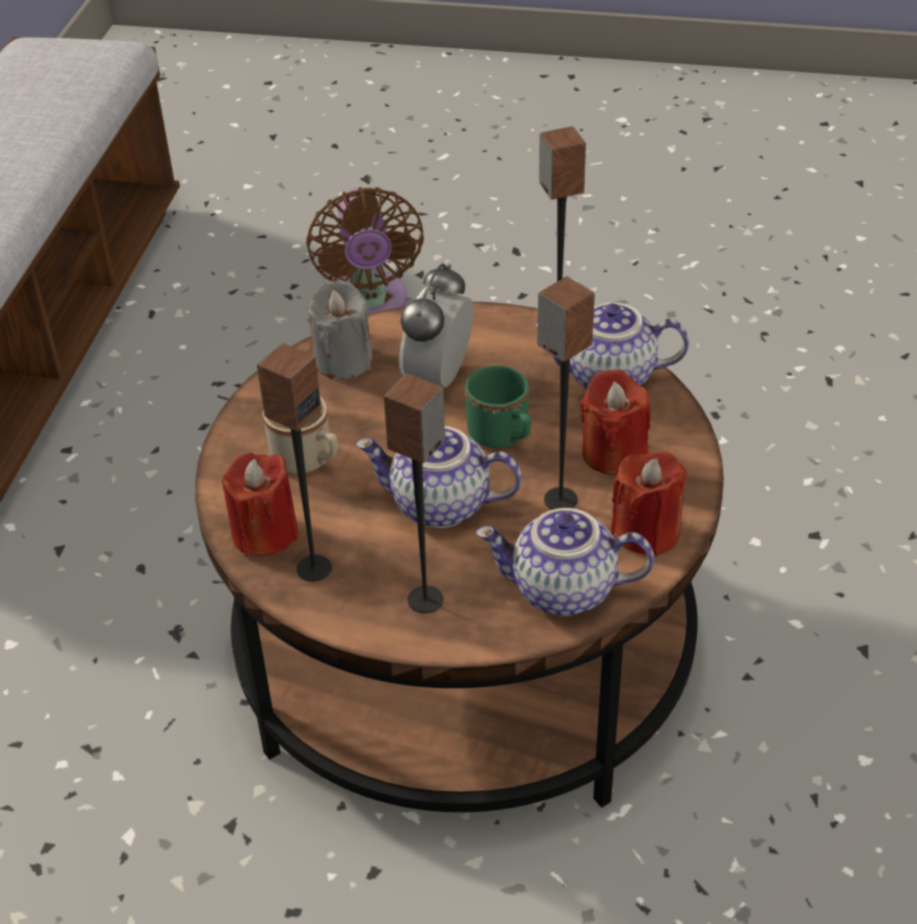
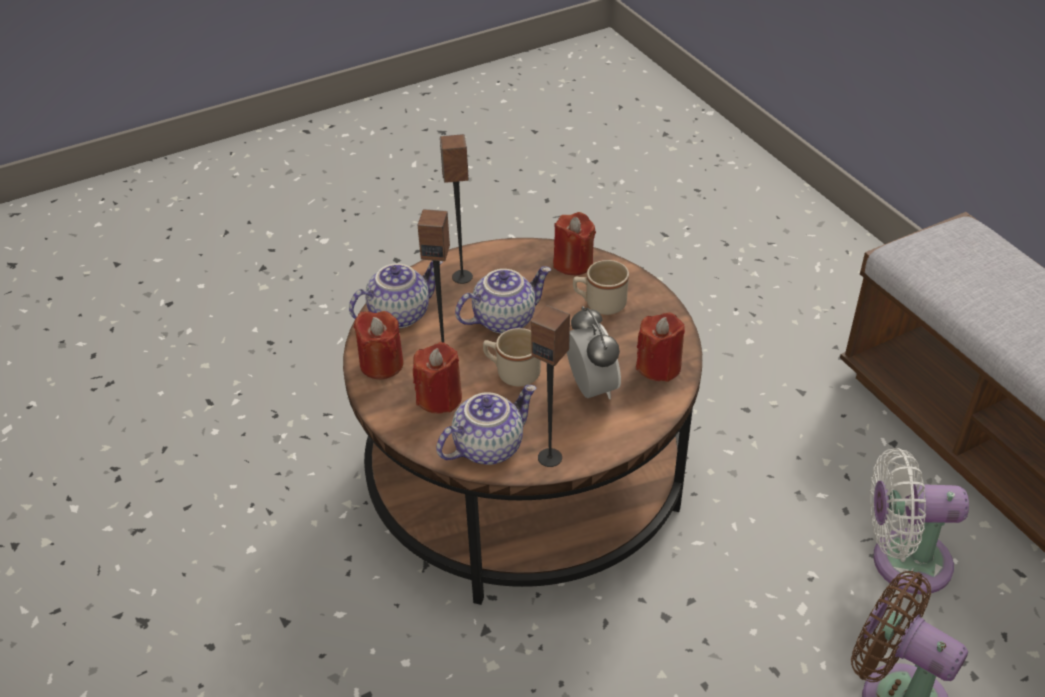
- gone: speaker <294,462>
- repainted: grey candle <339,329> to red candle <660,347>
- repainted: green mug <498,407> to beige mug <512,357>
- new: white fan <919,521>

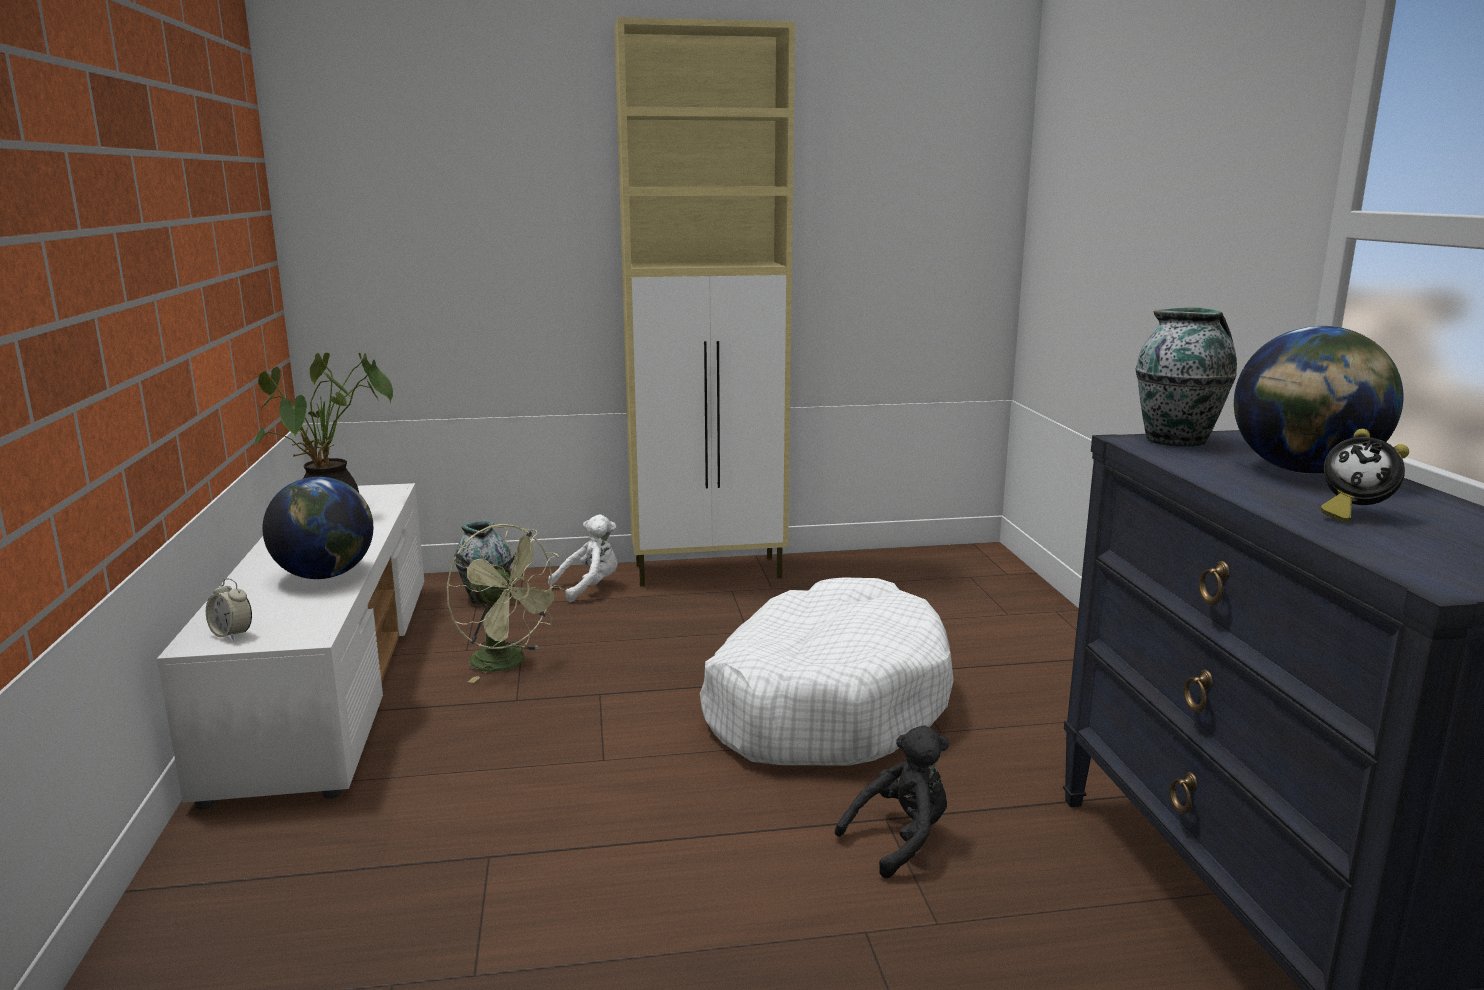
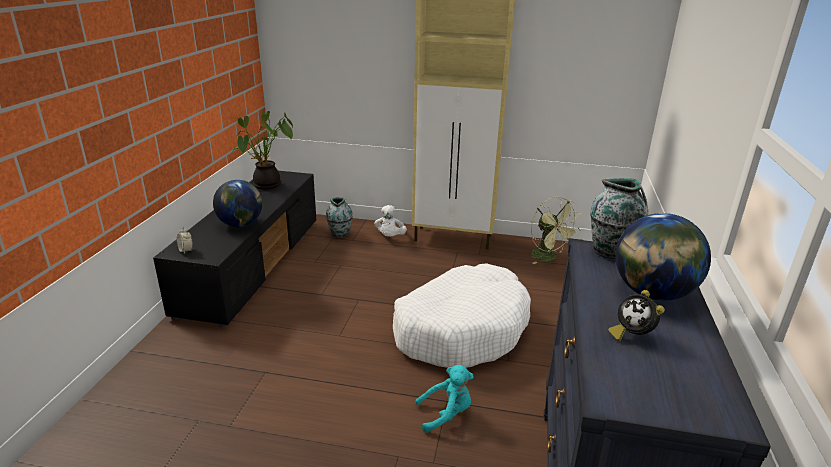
- repainted: white tv stand <290,646> to black tv stand <234,249>
- shifted: green fan <505,603> to <555,230>
- rotated: white plush toy <583,558> = <390,221> 105 degrees clockwise
- repainted: black plush toy <892,801> to turquoise plush toy <444,399>

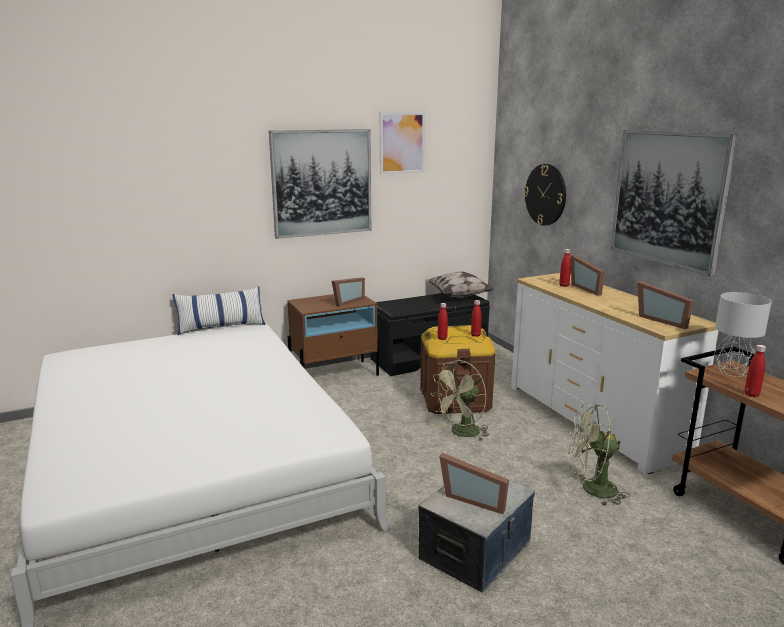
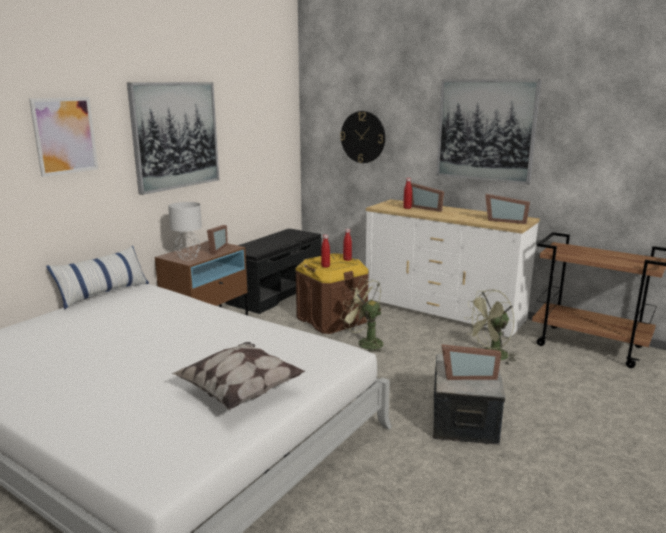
- shifted: picture <402,143> to <63,137>
- shifted: pillow <460,285> to <238,376>
- rotated: green fan <460,400> = <363,316> 105 degrees clockwise
- shifted: grey table lamp <743,334> to <185,231>
- gone: red bottle <755,371>

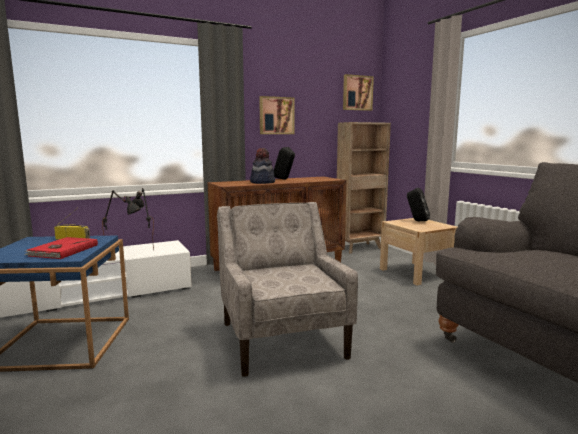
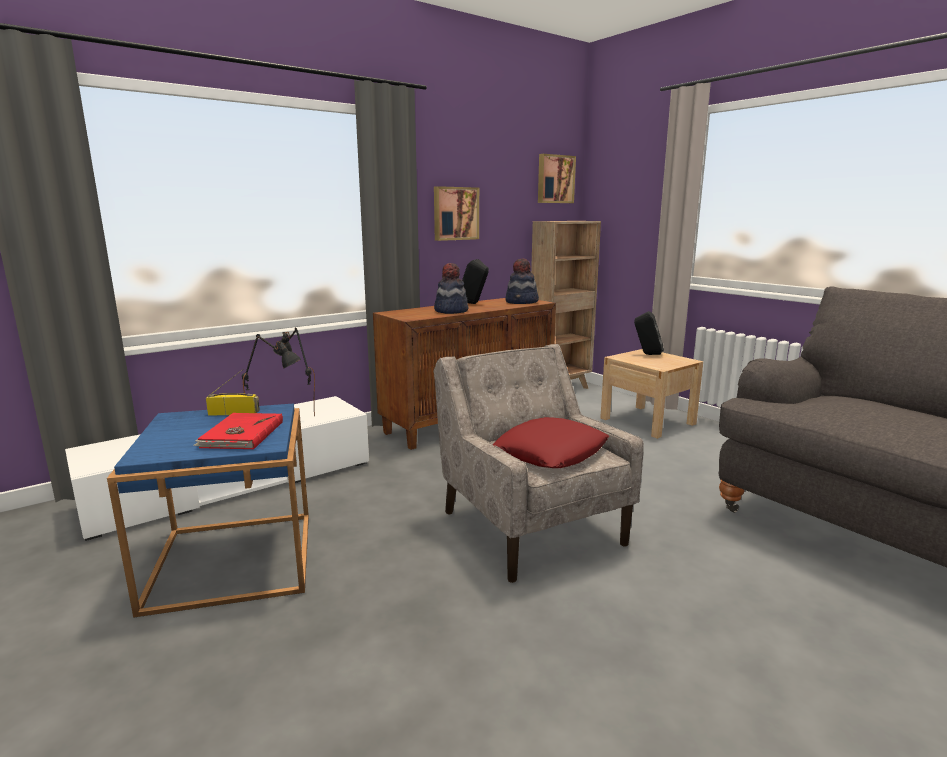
- new: red pillow <551,442>
- new: hat <522,281>

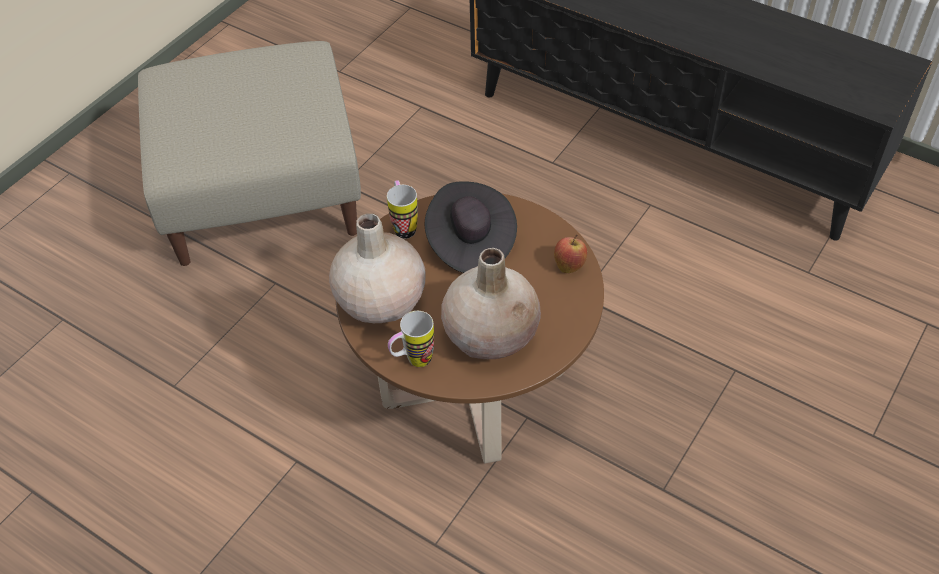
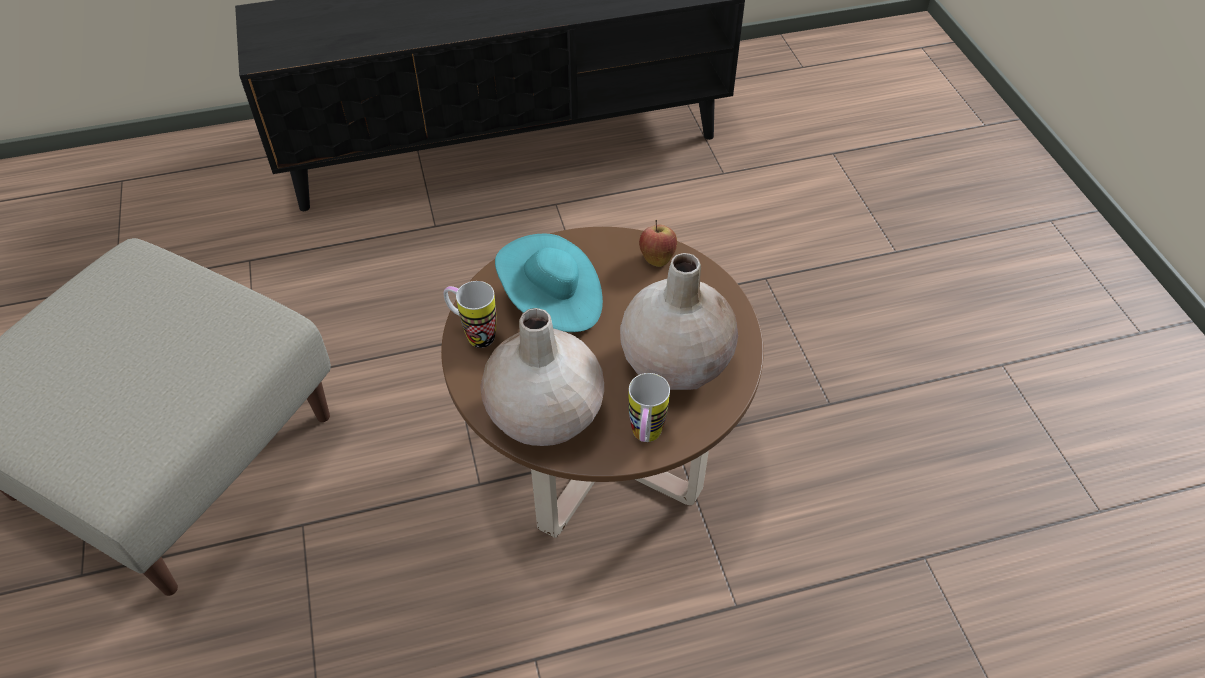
- repainted: black hat <471,227> to turquoise hat <549,282>

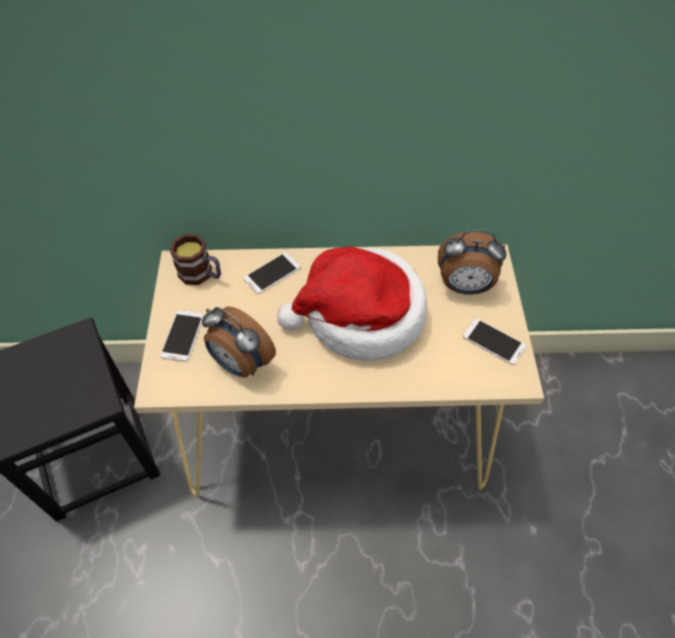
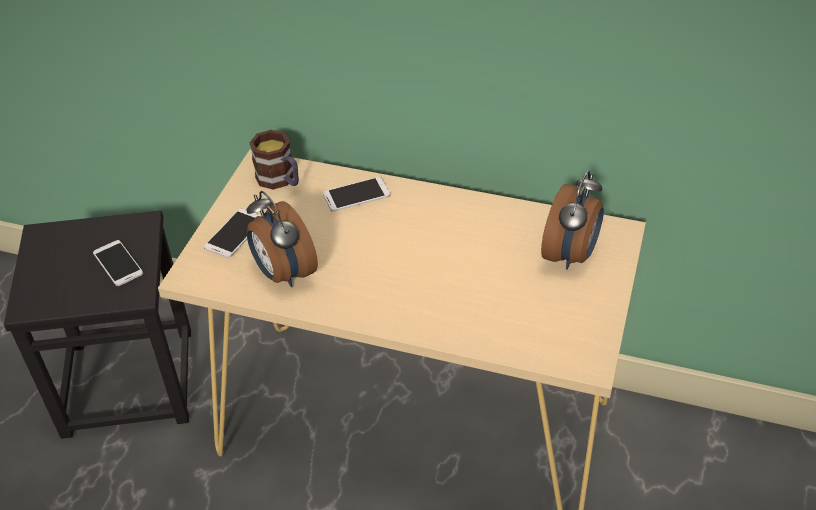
- gone: hat <352,303>
- rotated: alarm clock <472,262> = <572,220> 90 degrees counterclockwise
- shifted: phone <494,341> to <118,263>

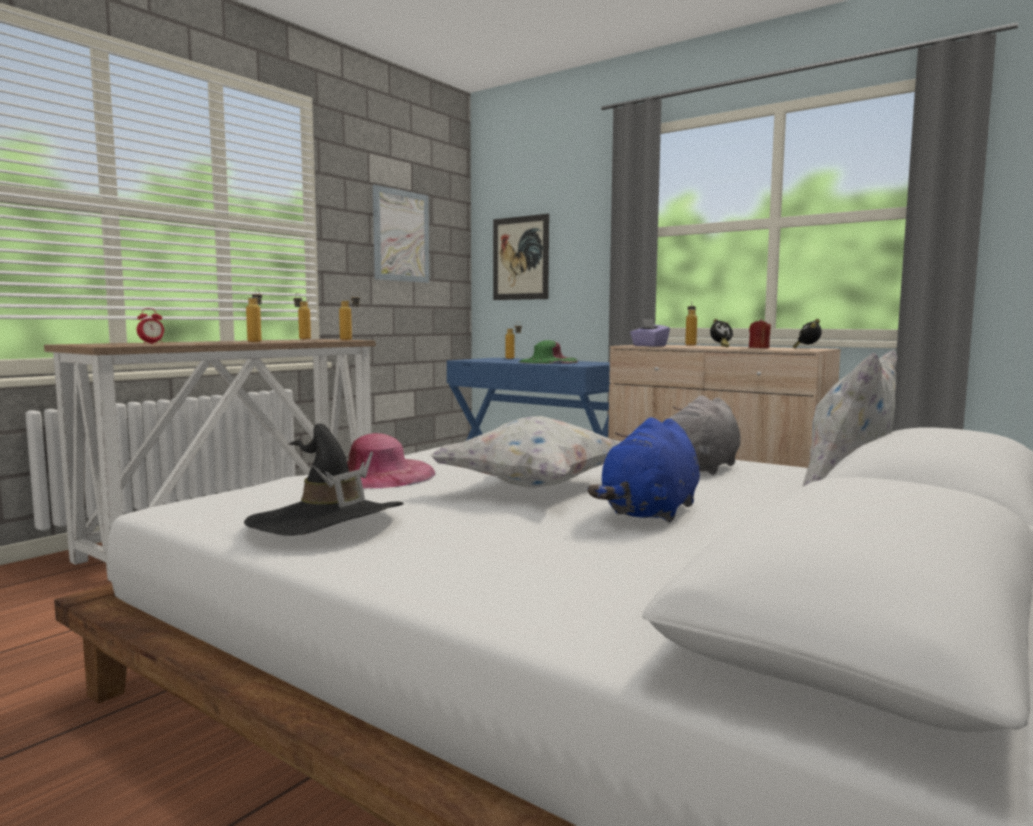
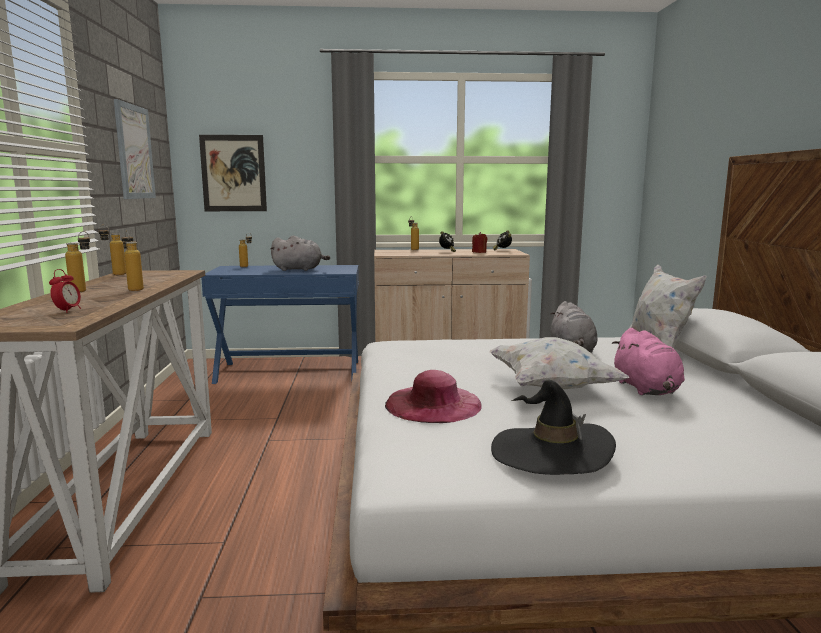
- shifted: bottle <350,316> to <77,261>
- swapped: green hat <548,352> to grey plush toy <300,253>
- repainted: blue plush toy <643,470> to pink plush toy <648,361>
- gone: purple tissue box <650,333>

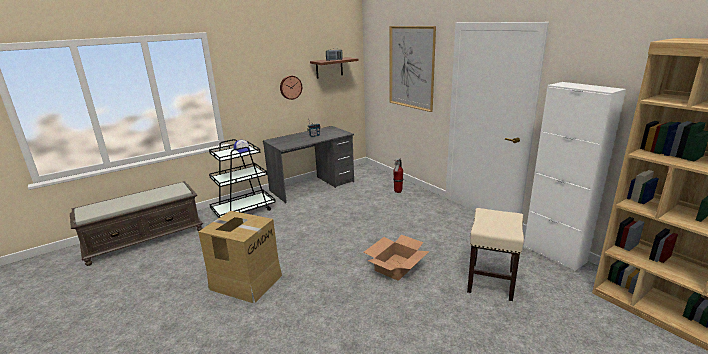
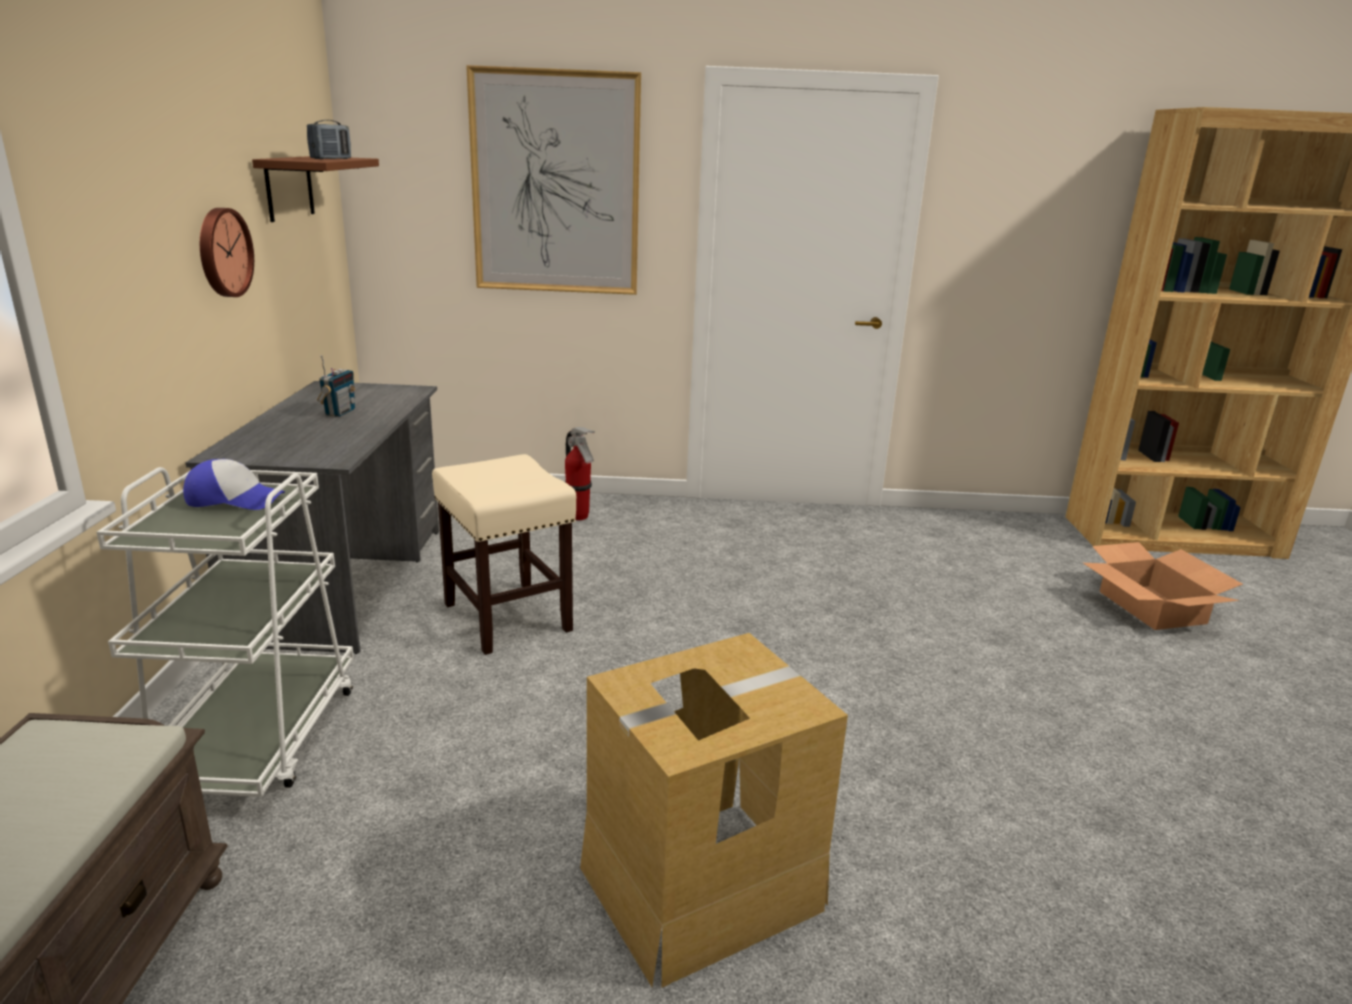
- repainted: black cart <242,178> to white cart <225,632>
- shifted: cardboard box <397,258> to <1163,586>
- shifted: beige stool <495,254> to <504,554>
- gone: white cabinet <575,176>

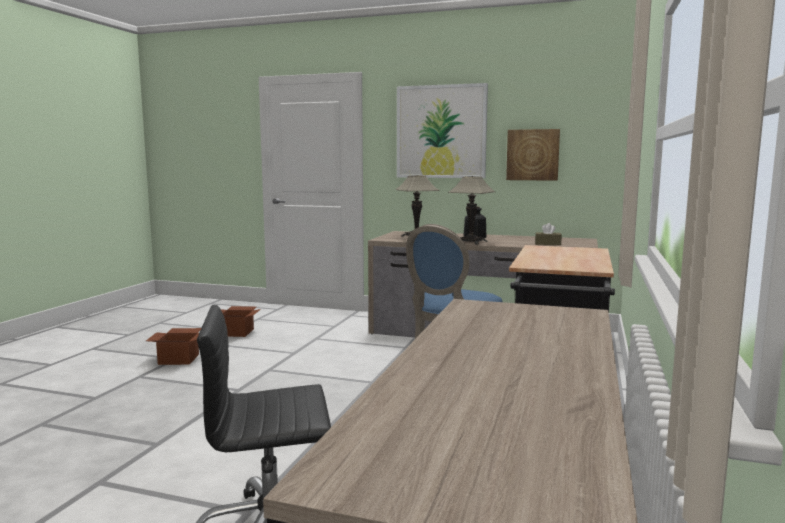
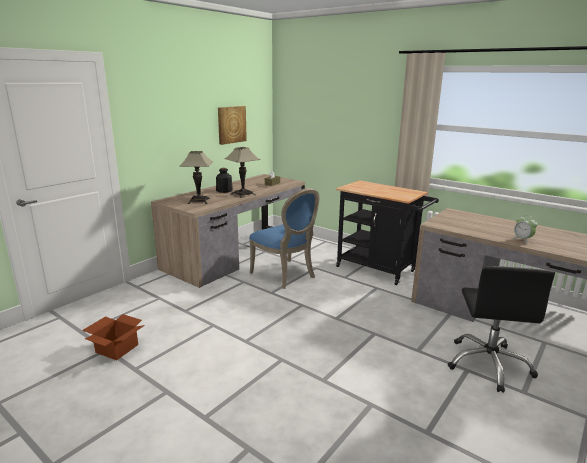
- gone: cardboard box <173,346>
- gone: picture <442,130>
- new: alarm clock <525,229>

